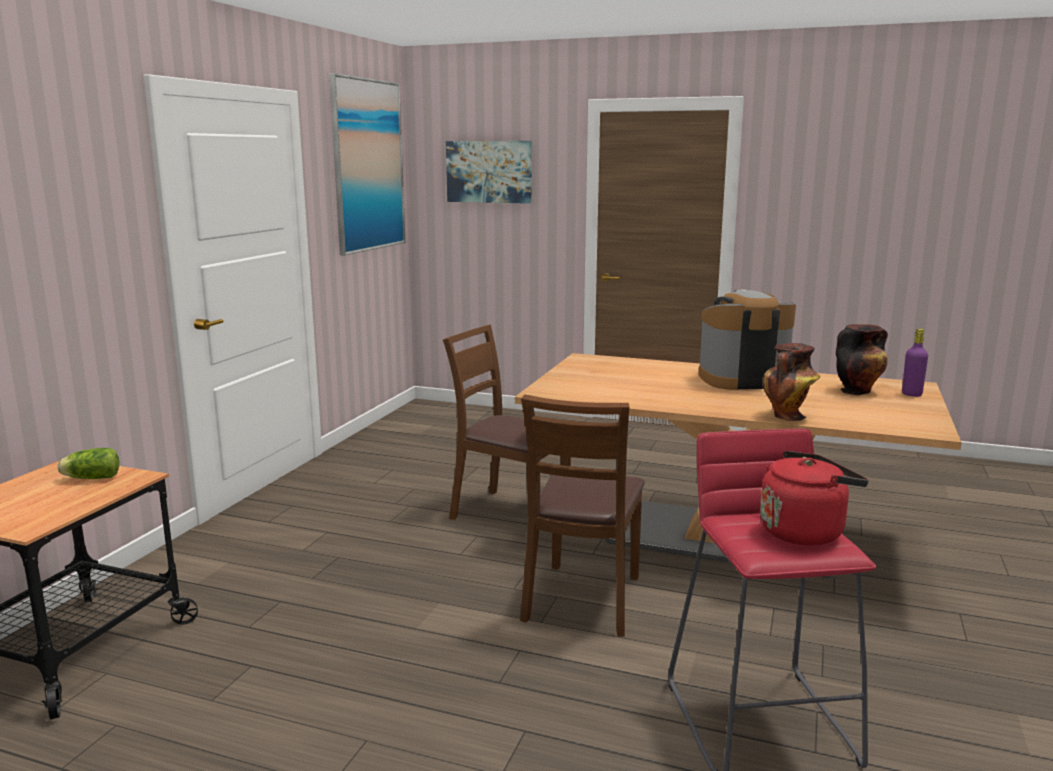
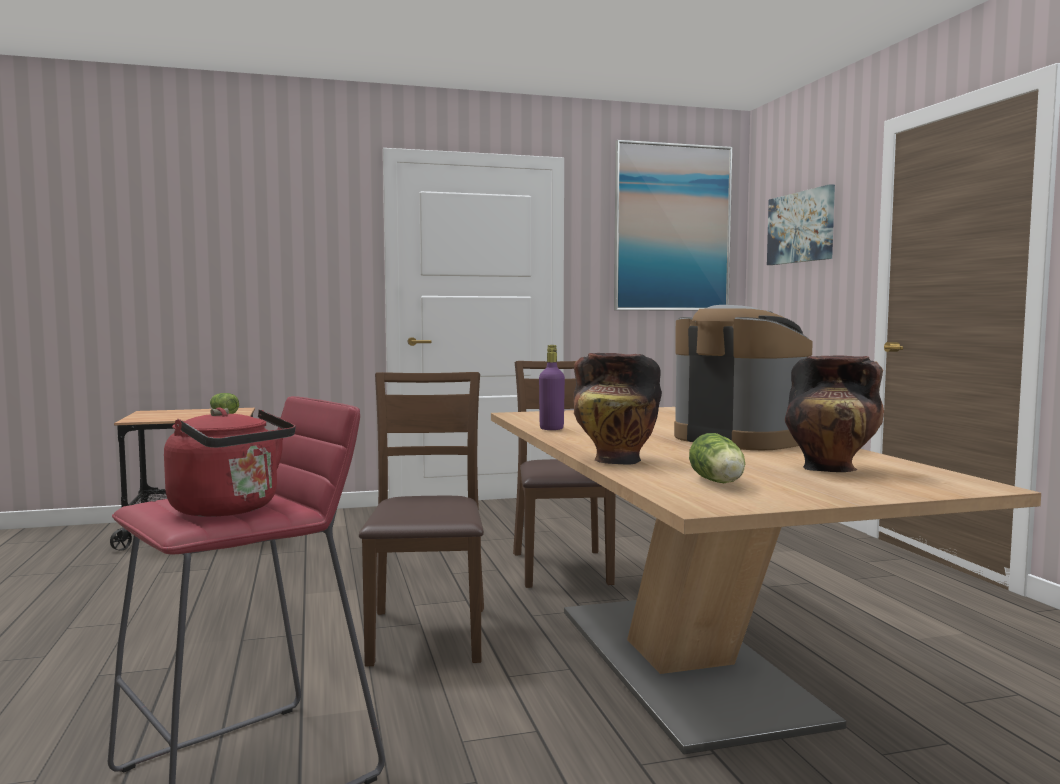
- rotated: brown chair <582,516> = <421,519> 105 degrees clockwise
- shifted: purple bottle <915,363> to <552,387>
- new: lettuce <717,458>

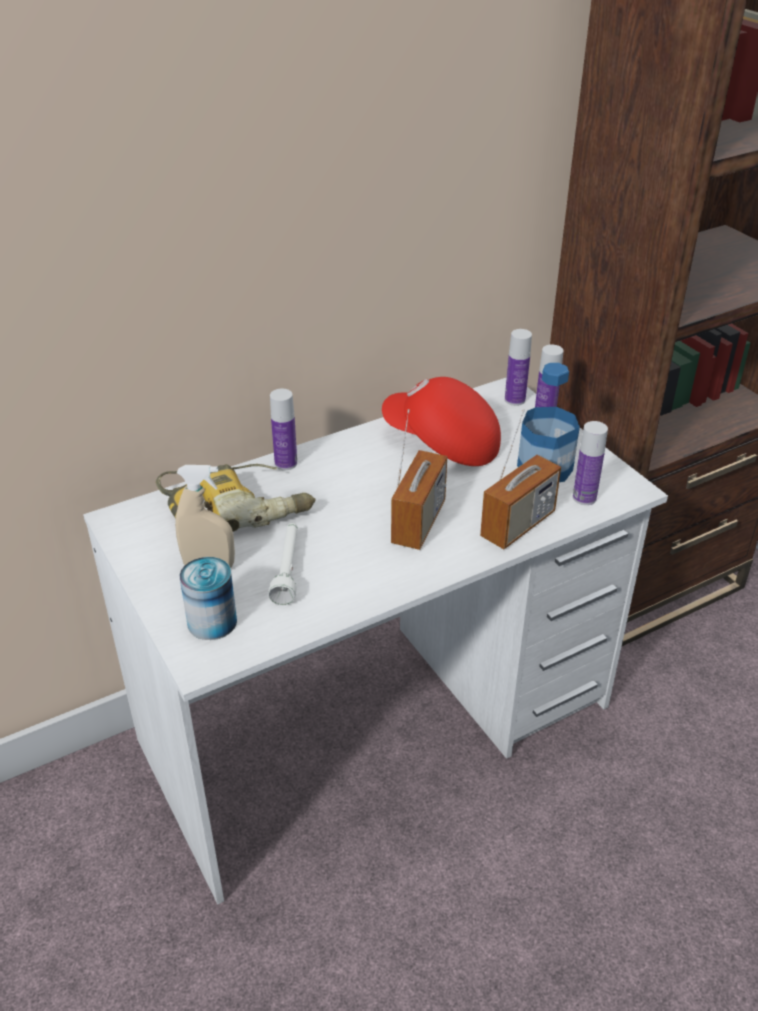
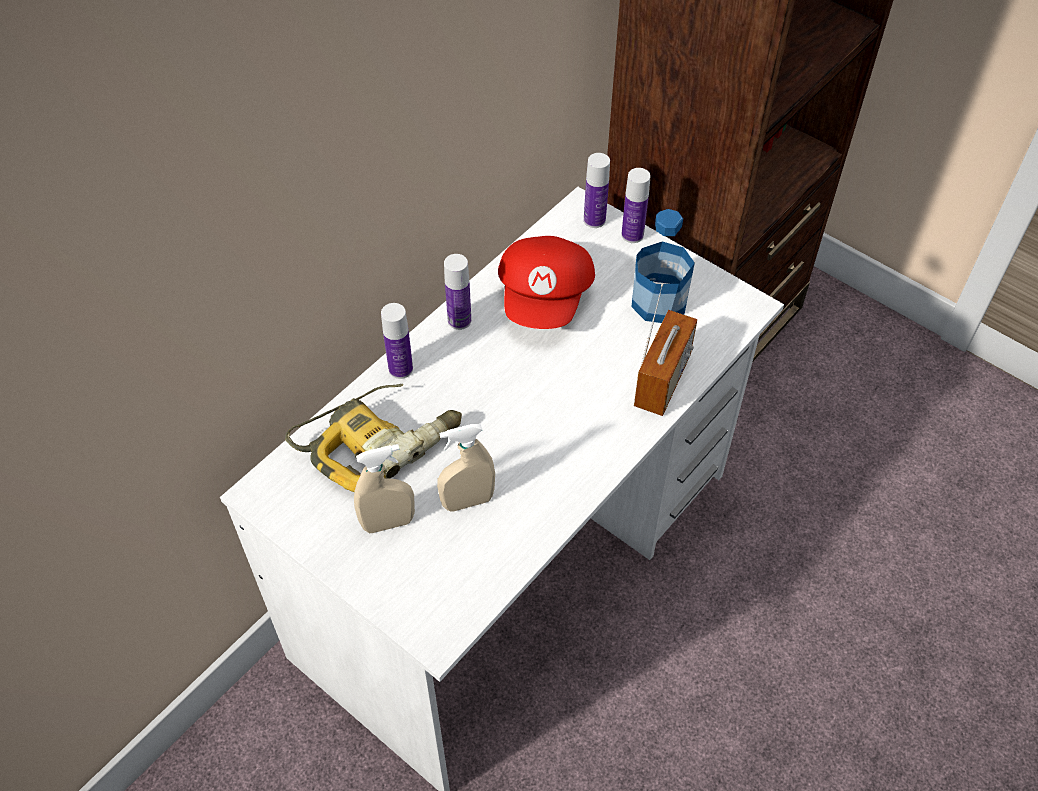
- gone: can <208,598>
- swapped: white flashlight <283,564> to beige spray bottle <466,467>
- rotated: red cap <441,421> = <546,282> 90 degrees counterclockwise
- gone: radio <419,479>
- shifted: bottle <590,463> to <457,292>

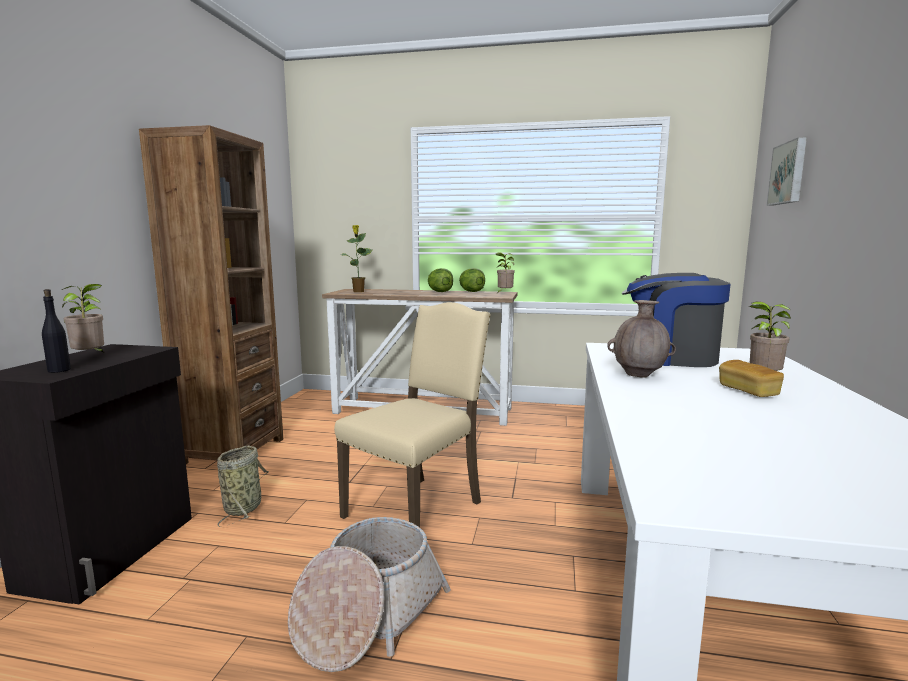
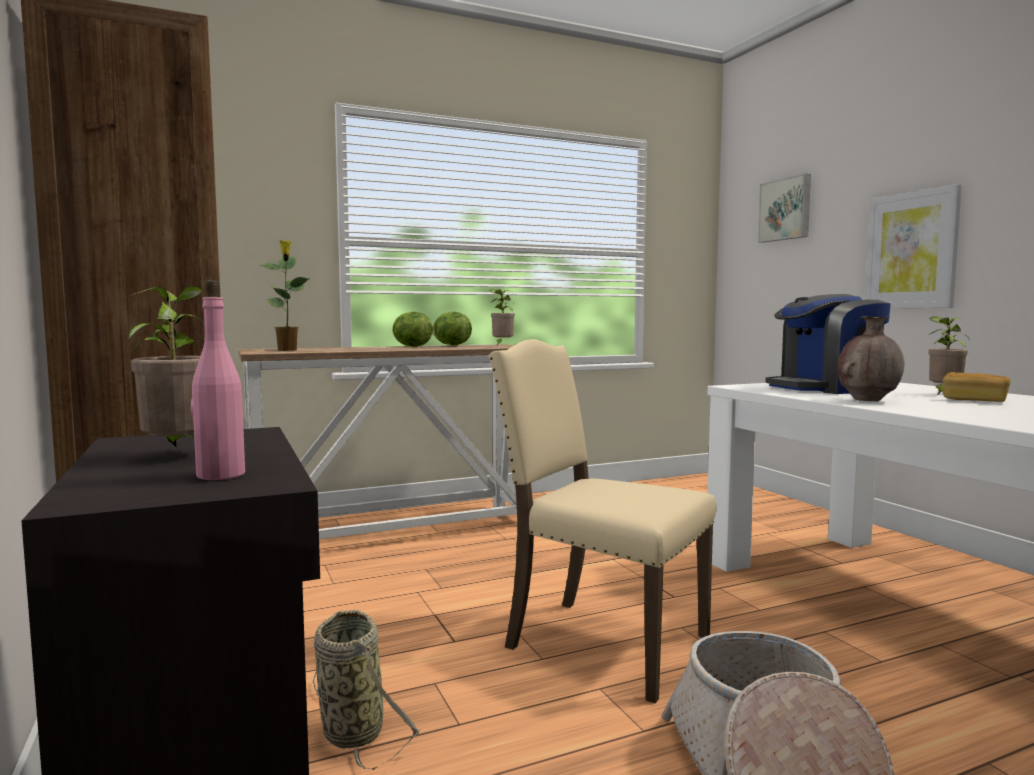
- repainted: black bottle <56,331> to pink bottle <218,380>
- rotated: beige chair <412,414> = <602,521> 60 degrees counterclockwise
- new: picture <913,246>

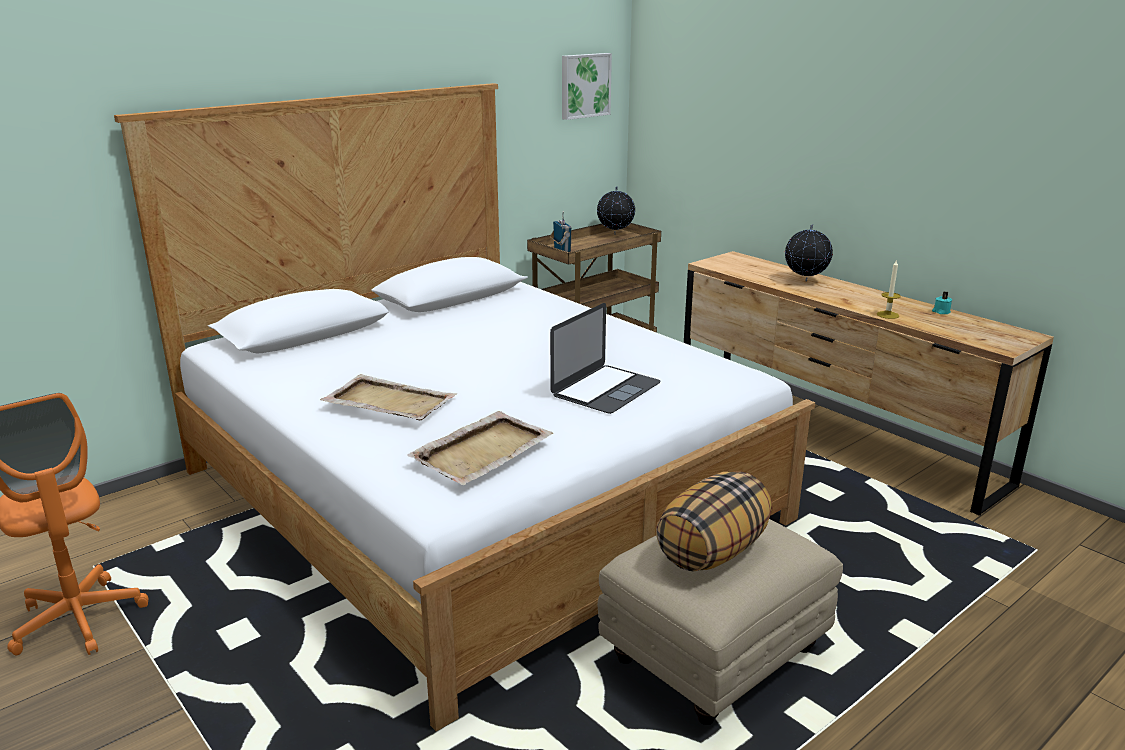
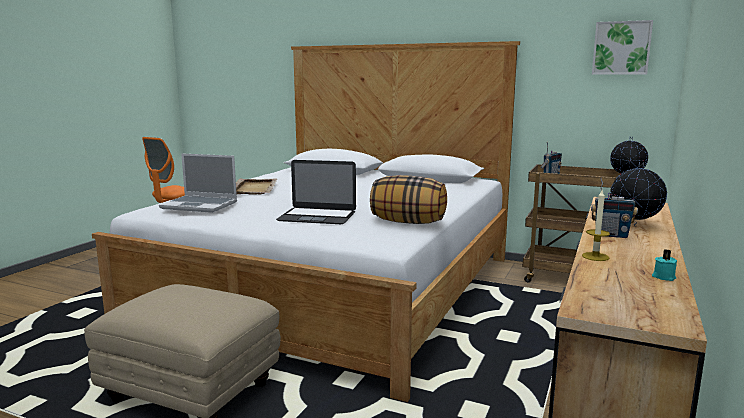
- swapped: beige tray <480,448> to laptop <198,183>
- shifted: pillow <714,521> to <408,199>
- new: radio <614,208>

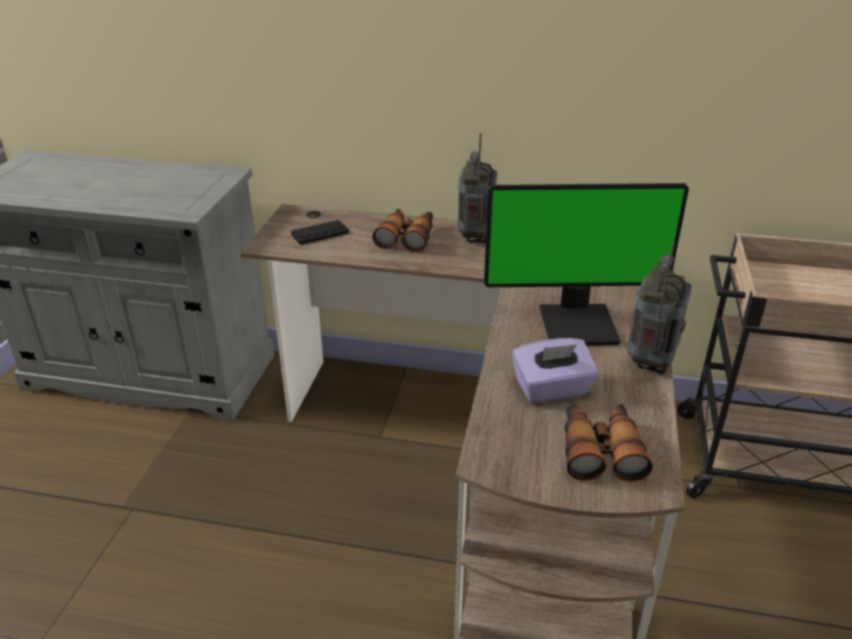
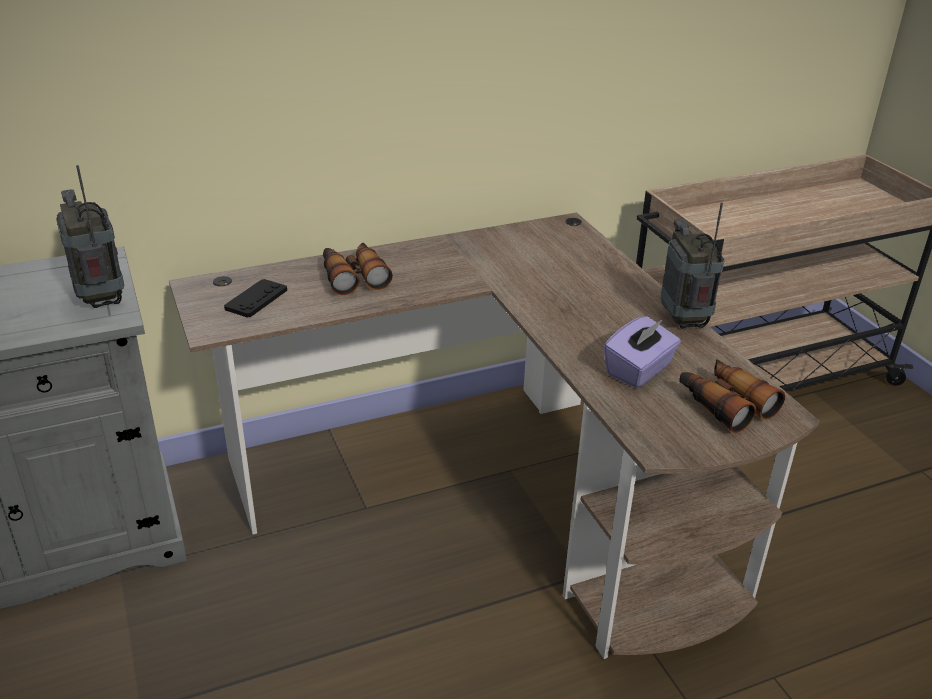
- shifted: radio <477,188> to <90,236>
- gone: monitor <586,264>

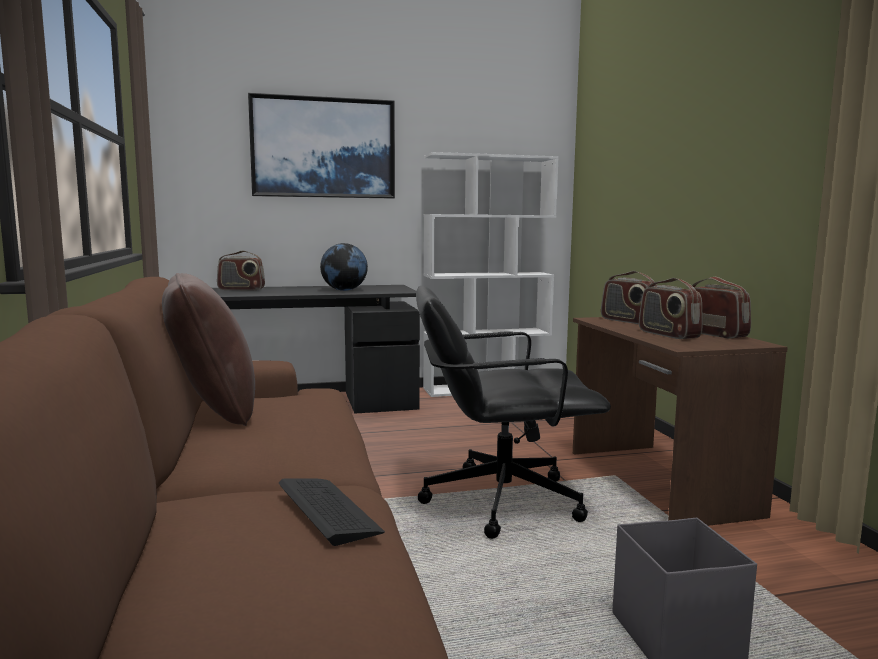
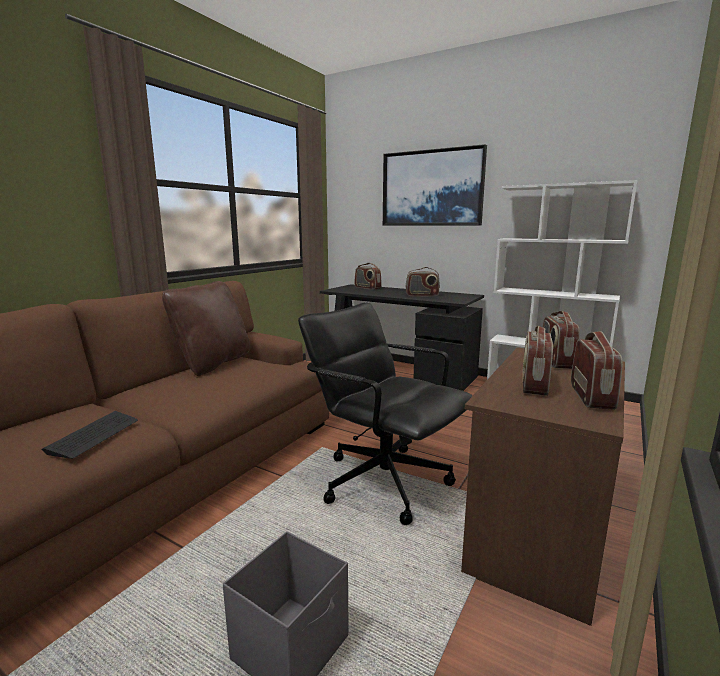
- swapped: globe <344,267> to radio <422,282>

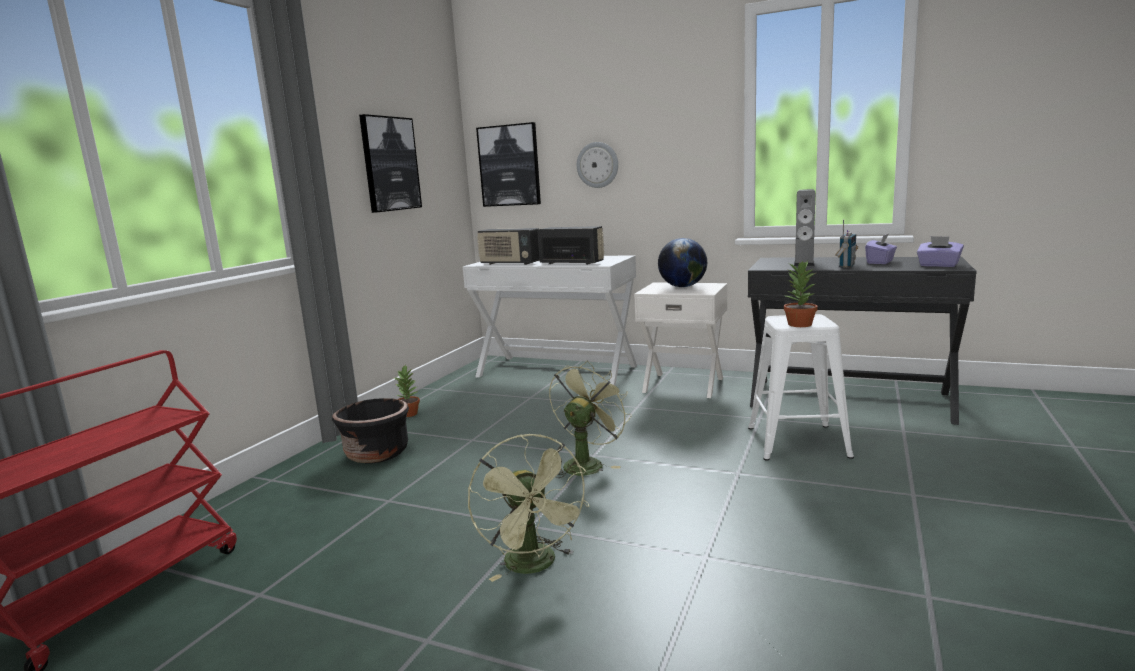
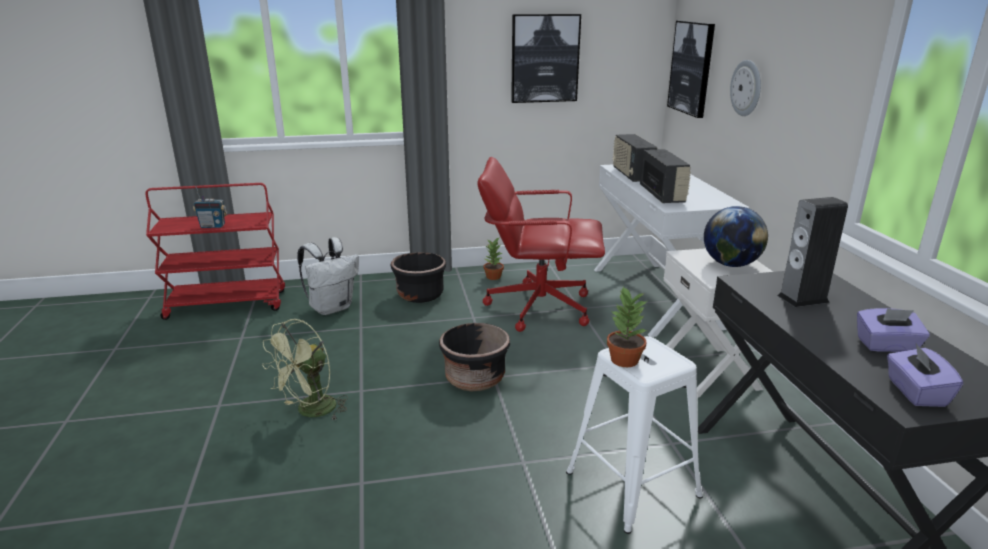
- swapped: green fan <590,419> to black planter <474,357>
- shifted: radio <846,243> to <210,207>
- new: white backpack <328,276>
- new: red office chair <541,244>

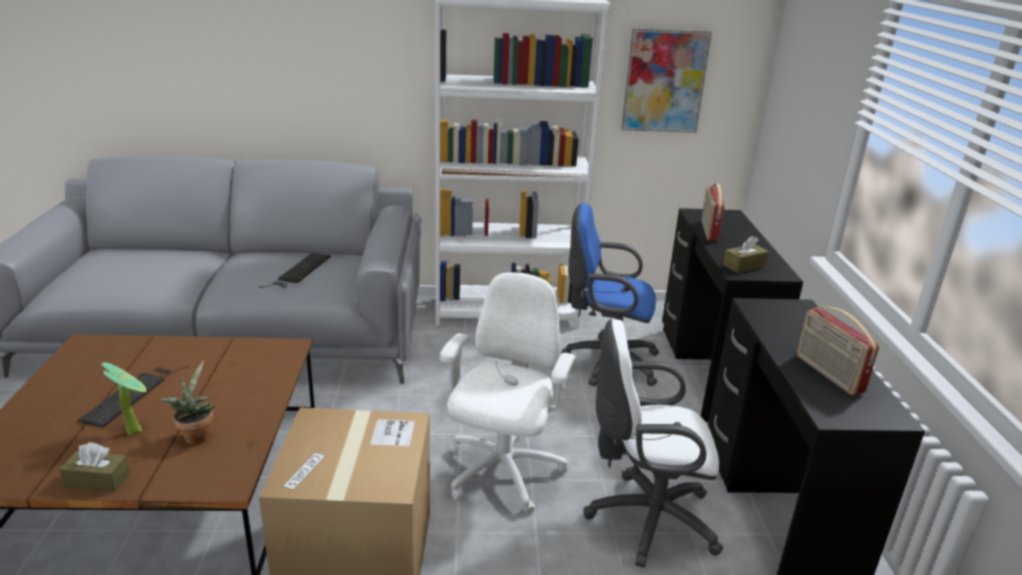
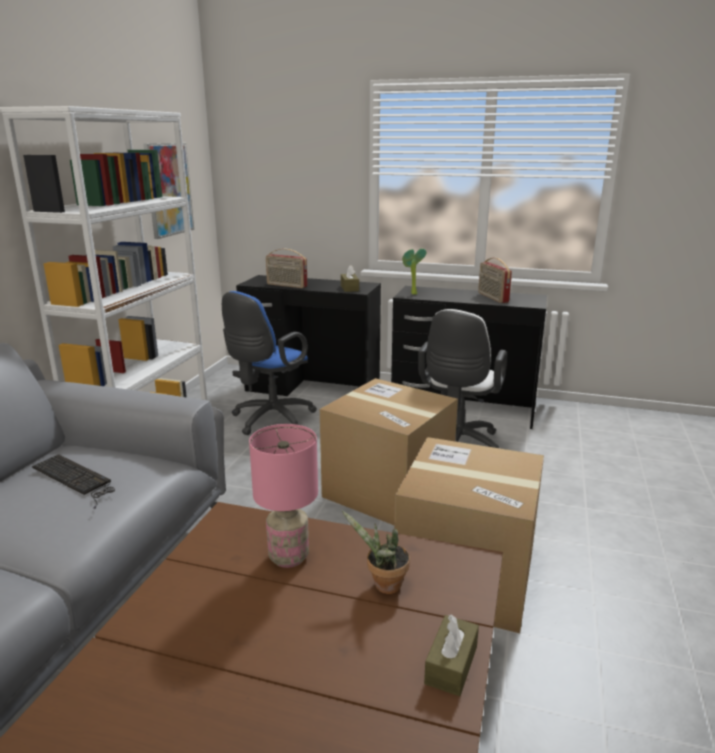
- gone: keyboard <134,397>
- shifted: potted plant <124,398> to <414,272>
- swapped: white office chair <507,393> to cardboard box <389,451>
- rotated: radio <838,350> = <495,280> 75 degrees clockwise
- new: pink table lamp <283,496>

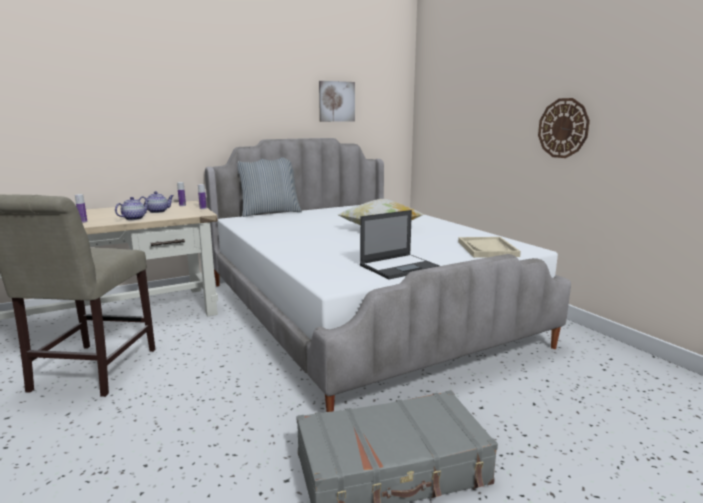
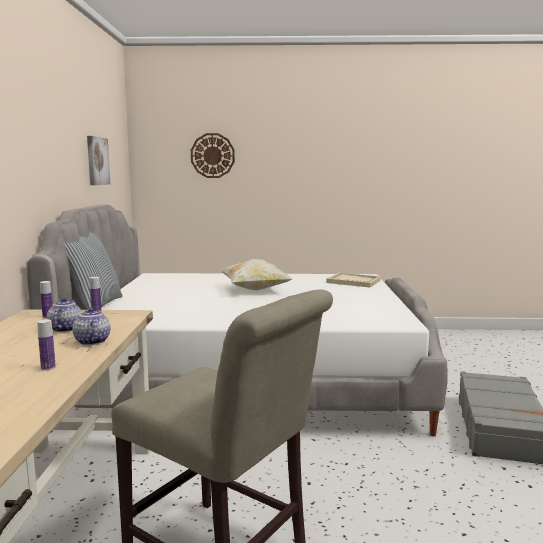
- gone: laptop <400,244>
- shifted: wall clock <564,128> to <213,155>

